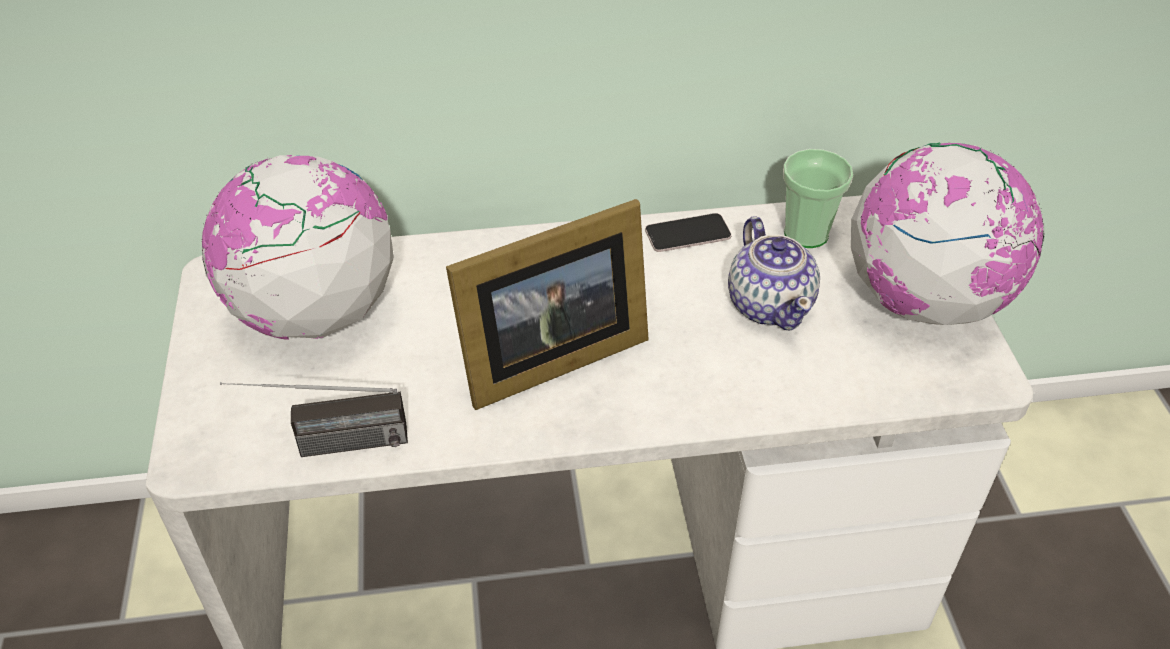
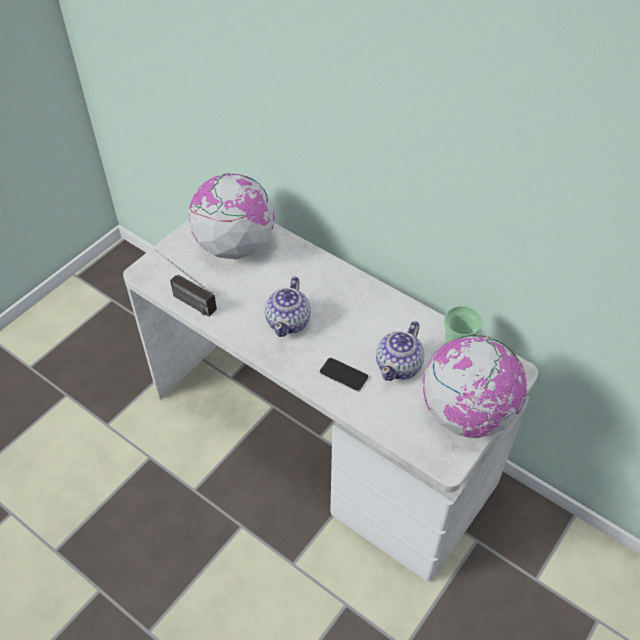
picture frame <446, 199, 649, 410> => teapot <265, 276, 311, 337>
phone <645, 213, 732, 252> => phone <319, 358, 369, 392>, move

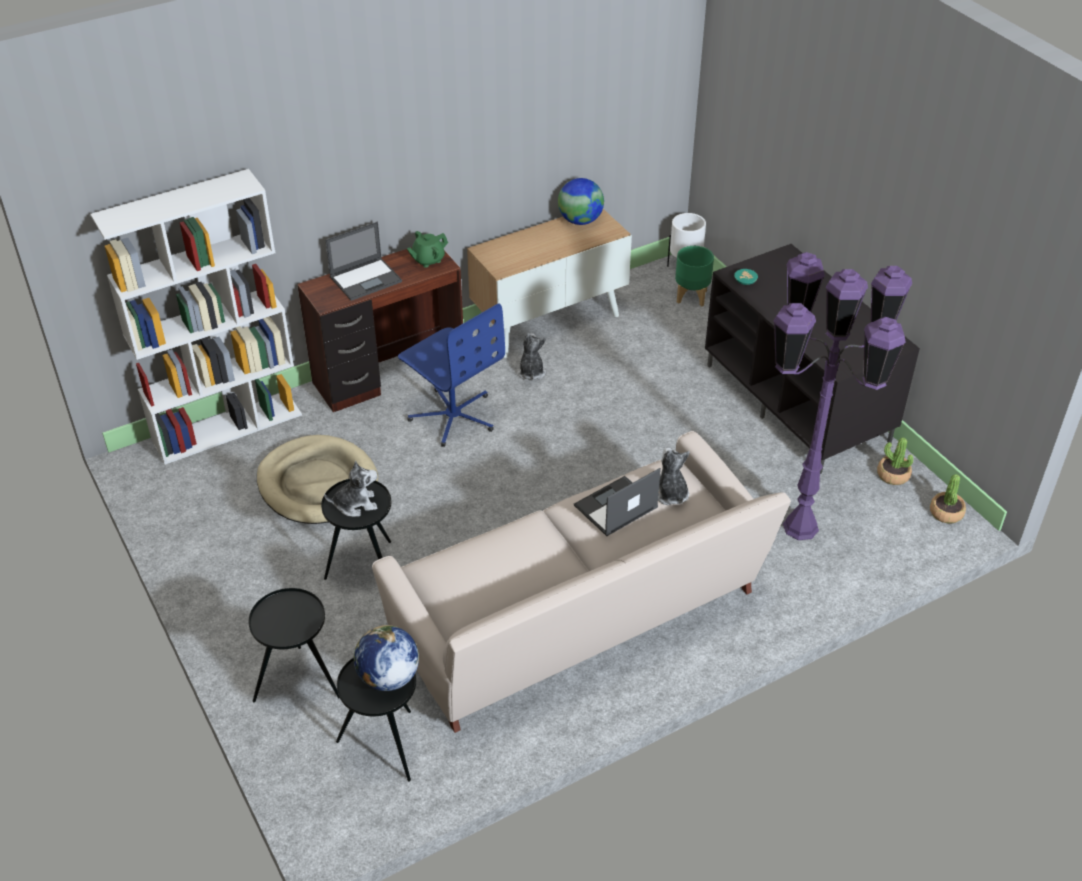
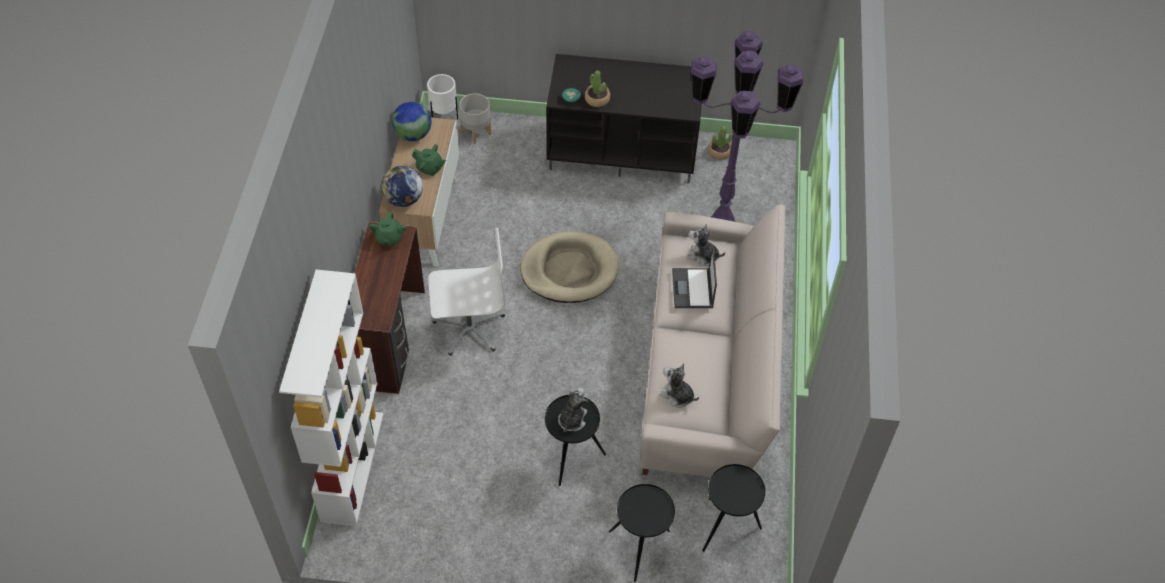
laptop <325, 222, 402, 301> => nothing
green planter <675, 246, 714, 306> => grey planter <459, 93, 491, 144>
blue office chair <398, 303, 505, 447> => white office chair <428, 228, 505, 356>
plush toy <517, 333, 546, 380> => plush toy <660, 363, 699, 408>, move
beige dog bed <257, 435, 378, 524> => beige dog bed <520, 231, 619, 303>, move
potted plant <930, 474, 966, 523> => potted plant <585, 70, 610, 107>, move
globe <354, 625, 419, 691> => globe <381, 166, 423, 207>, move
nothing => green teapot <412, 144, 446, 176>

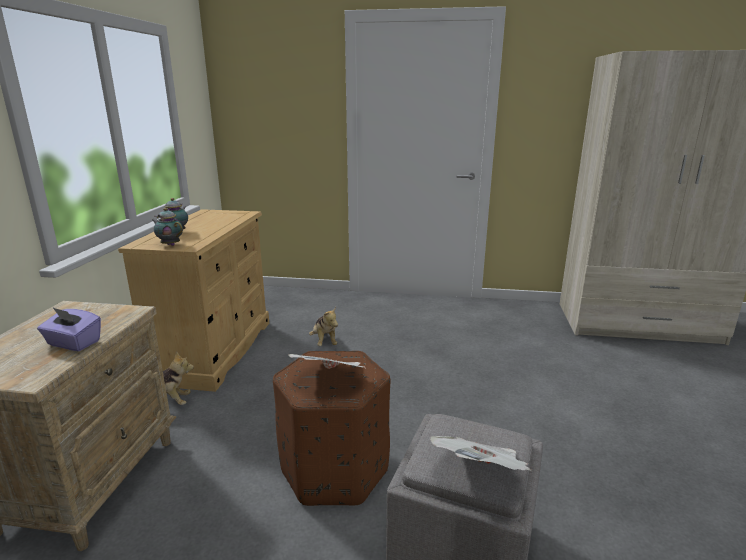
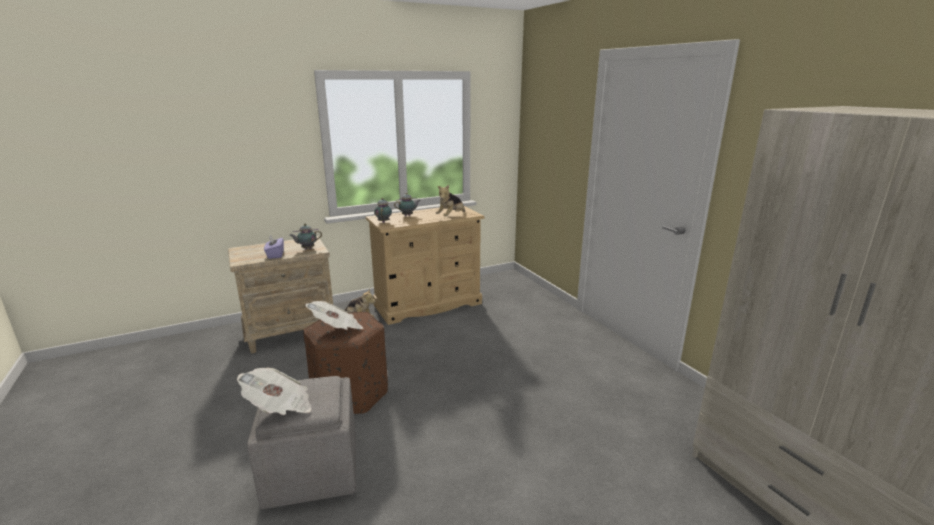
plush toy <309, 307, 338, 346> => plush toy <436, 185, 465, 217>, move
nothing => teapot <289, 224, 322, 249>

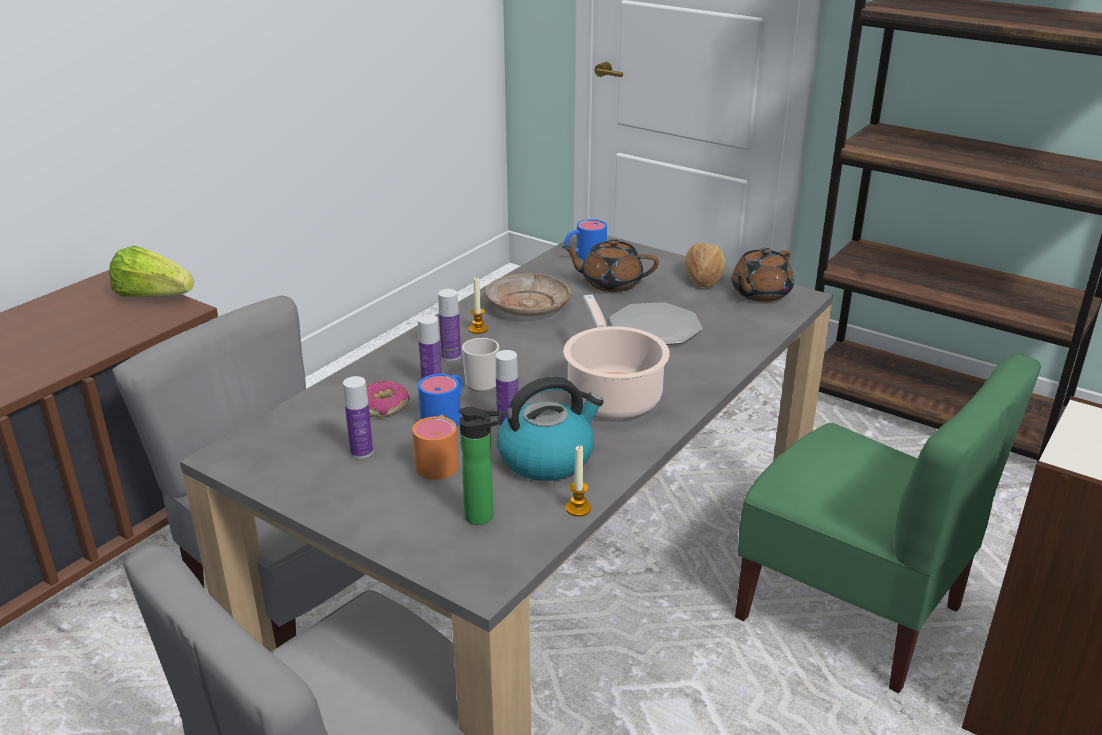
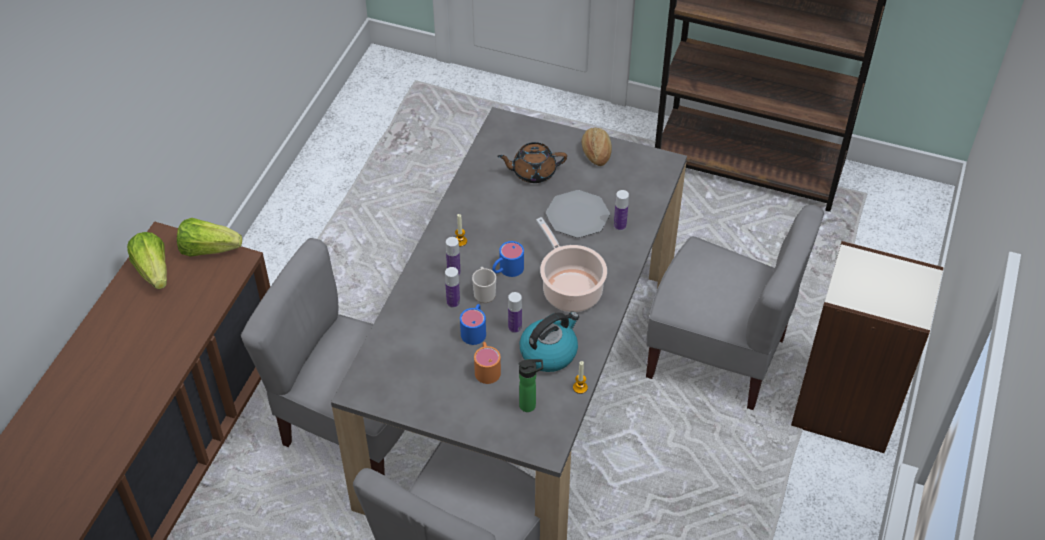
blue mug <564, 219, 607, 261> => blue mug <492, 241, 524, 277>, move
brown teapot <731, 248, 794, 302> => nothing
beige plate <485, 274, 571, 316> => nothing
green chair <735, 354, 1041, 693> => grey chair <646, 205, 824, 410>
bottle <343, 376, 373, 459> => bottle <614, 190, 629, 231>, move
donut <366, 381, 410, 417> => nothing
nothing => lettuce <127, 232, 167, 289>

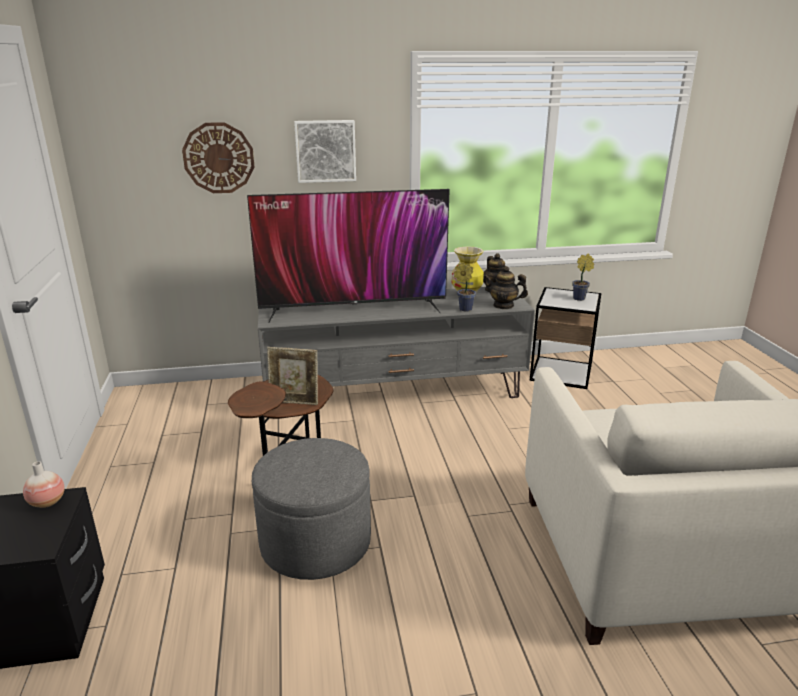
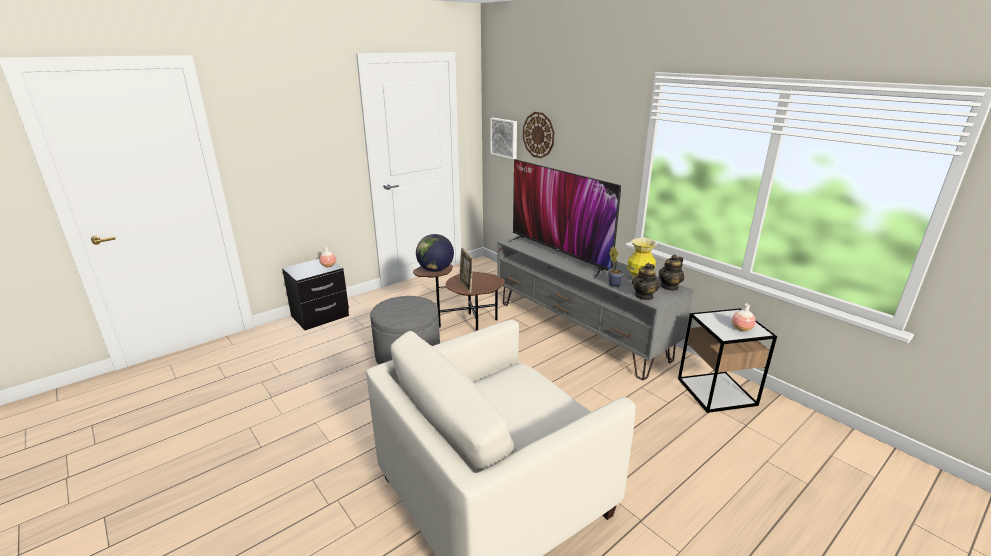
picture <294, 120, 356, 183> => picture <490, 118, 517, 159>, move
potted plant <572, 253, 594, 301> => vase <732, 303, 756, 331>
teapot <483, 266, 528, 309> => teapot <632, 263, 659, 300>, 135 degrees counterclockwise
nothing => globe <416, 234, 454, 272>

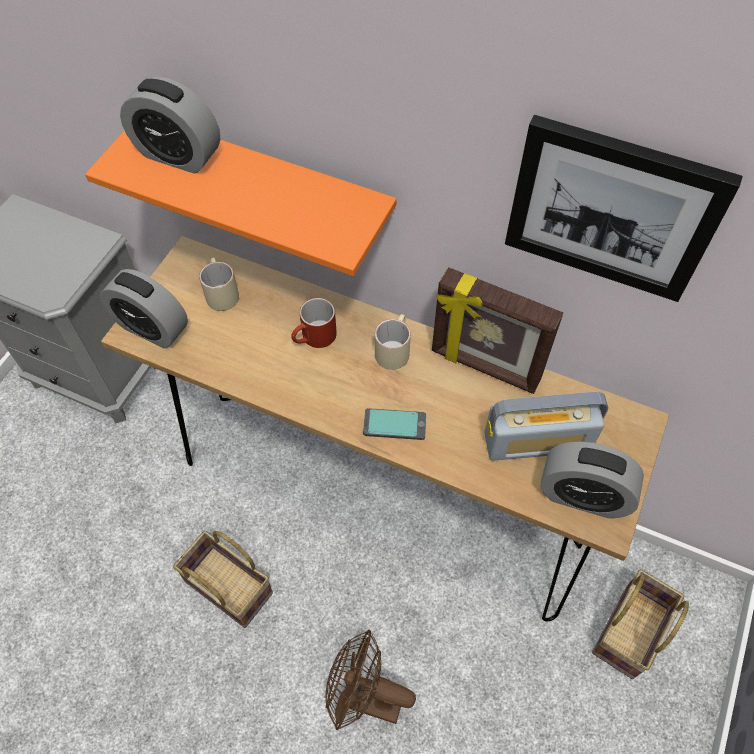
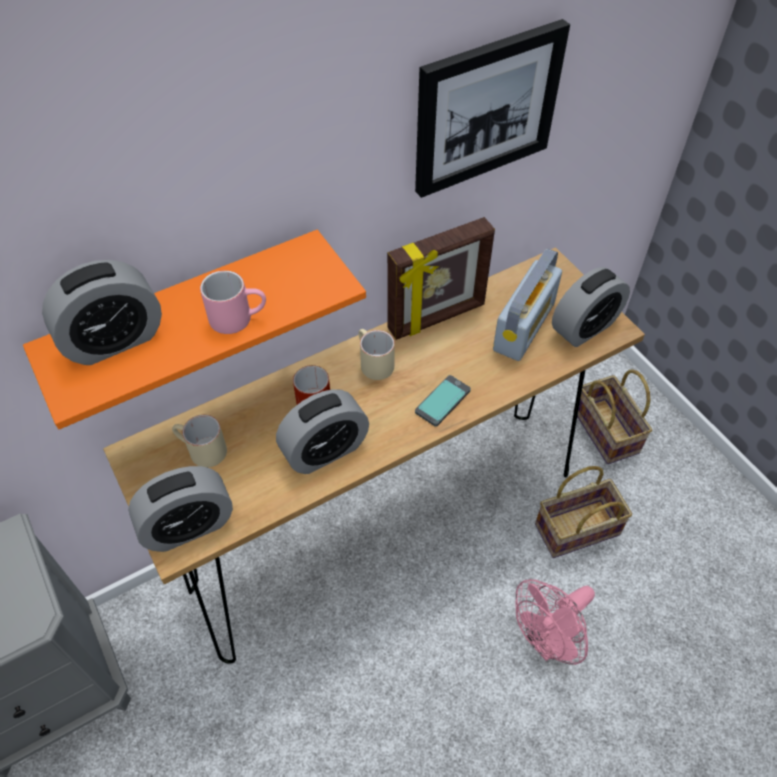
basket <173, 531, 273, 628> => basket <535, 466, 632, 558>, move
brown fan <325, 630, 416, 730> => pink fan <515, 579, 595, 665>
nothing => pink mug <200, 270, 266, 334>
nothing => alarm clock <276, 389, 369, 474>

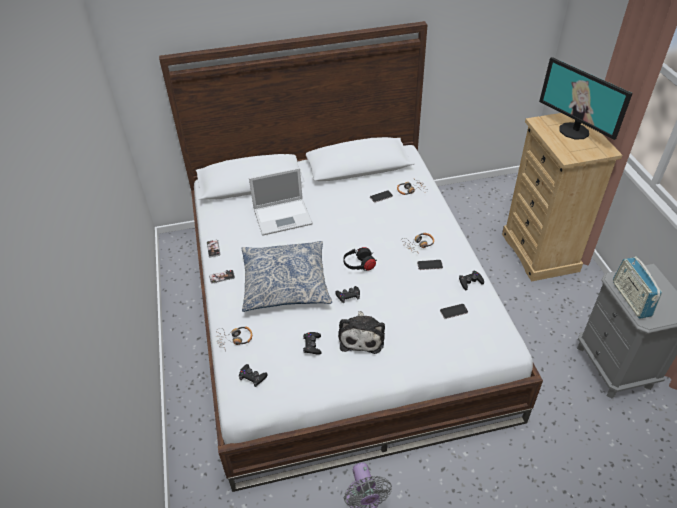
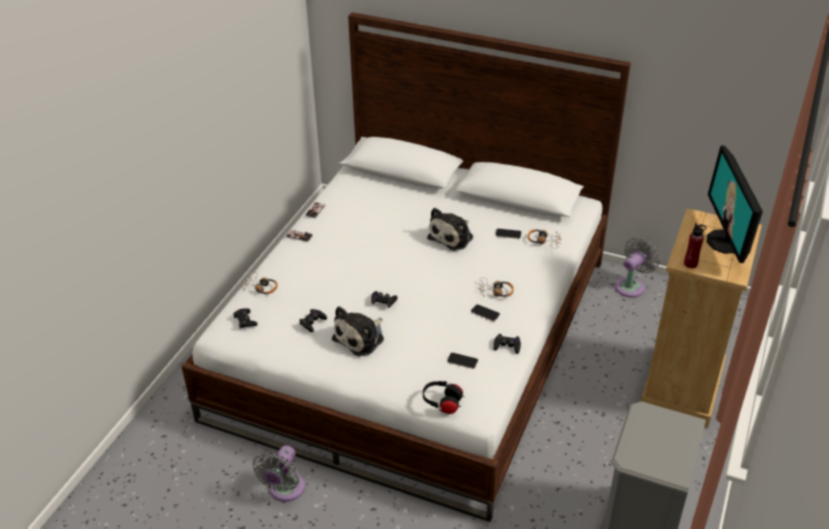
laptop <249, 168, 313, 236> => nothing
pillow <242, 241, 332, 312> => nothing
black headphones <343, 247, 377, 271> => black headphones <423, 381, 465, 414>, move
radio <613, 256, 662, 319> => nothing
nothing => plush toy <427, 208, 473, 251>
nothing => red bottle <684, 223, 707, 268>
nothing => grey fan <615, 237, 660, 297>

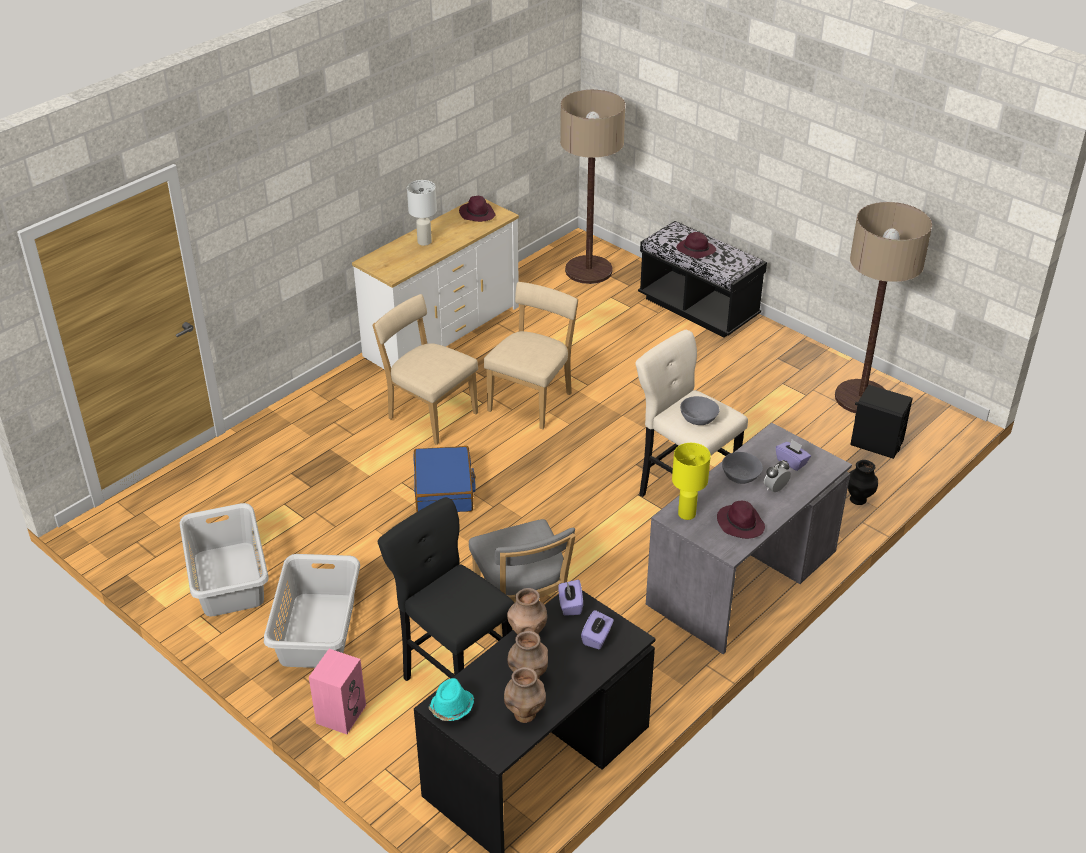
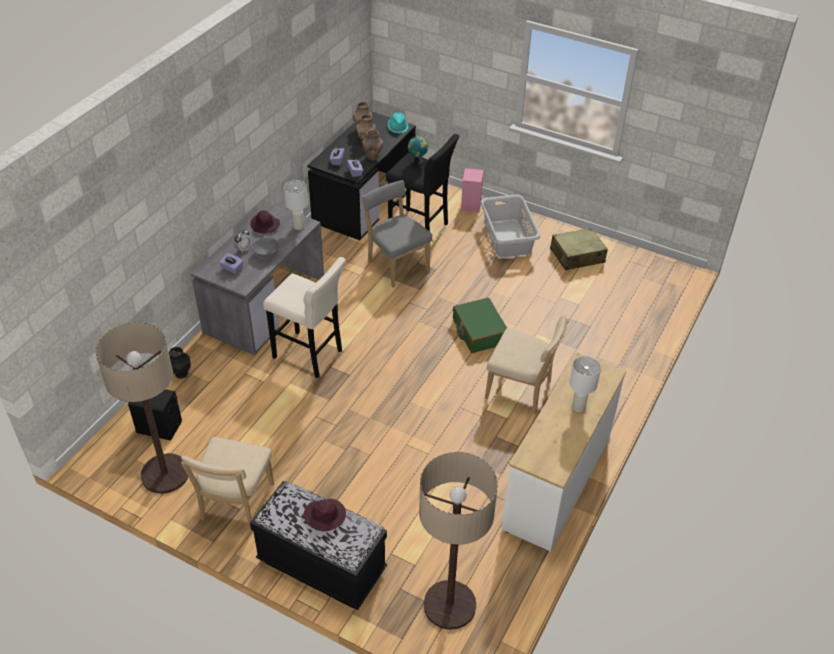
purple hat <459, 196, 495, 222> => nothing
beige chair <484, 282, 578, 429> => beige chair <181, 437, 274, 531>, move
grey bowl <680, 396, 720, 425> => nothing
yellow table lamp <672, 443, 711, 520> => white table lamp <284, 180, 308, 230>
blue suitcase <413, 446, 476, 512> => green suitcase <453, 298, 507, 353>
grey laundry basket <180, 503, 269, 617> => beige suitcase <550, 228, 608, 270>
nothing => globe <408, 136, 428, 166>

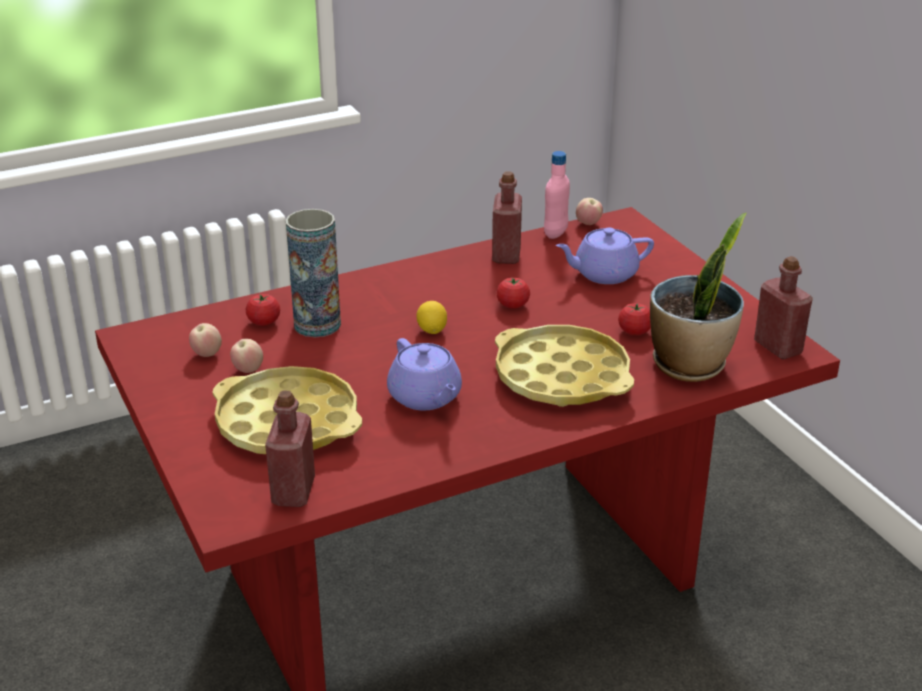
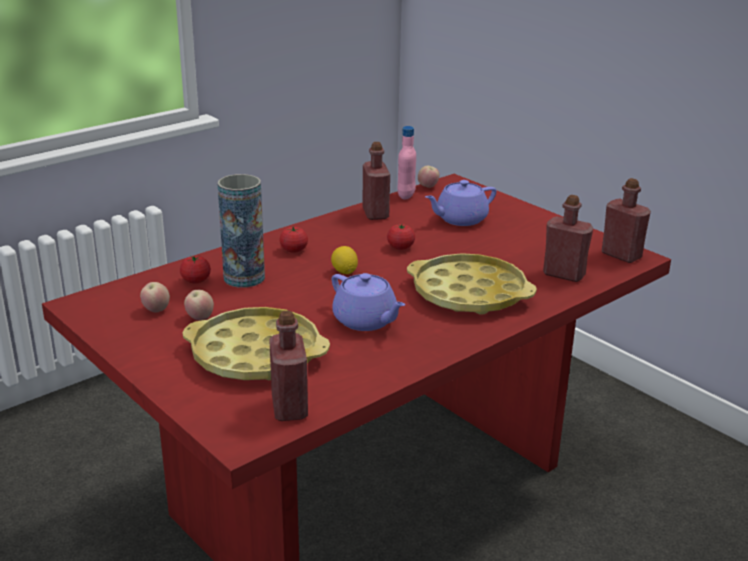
potted plant <650, 212, 747, 382> => red bottle <543, 195, 593, 282>
tomato <618, 303, 651, 335> => tomato <279, 227, 308, 253>, move

